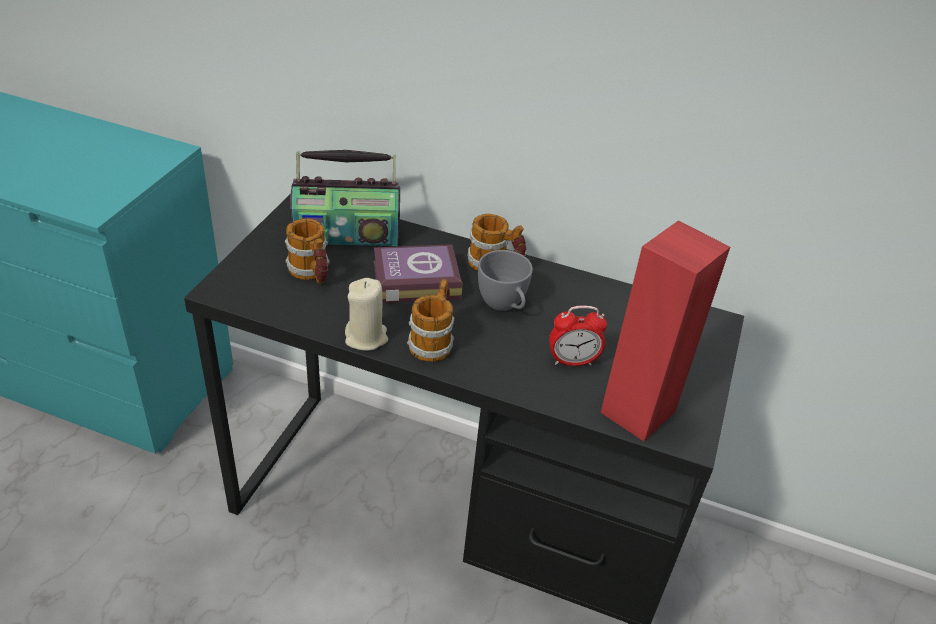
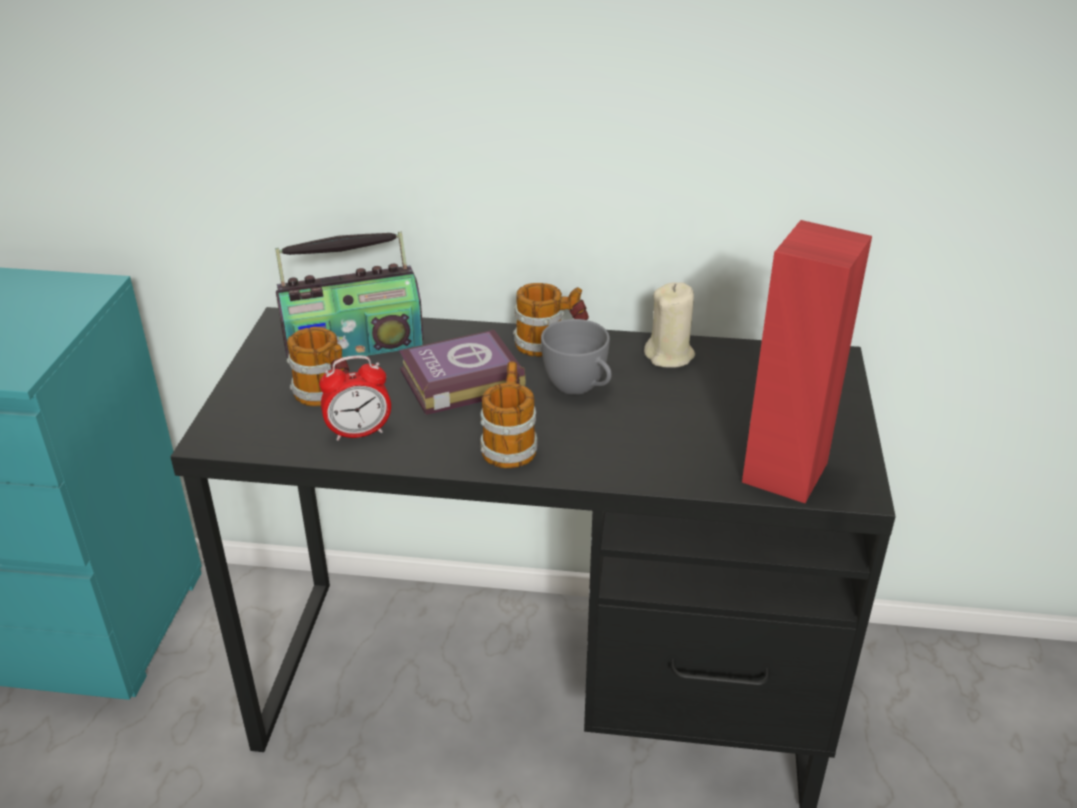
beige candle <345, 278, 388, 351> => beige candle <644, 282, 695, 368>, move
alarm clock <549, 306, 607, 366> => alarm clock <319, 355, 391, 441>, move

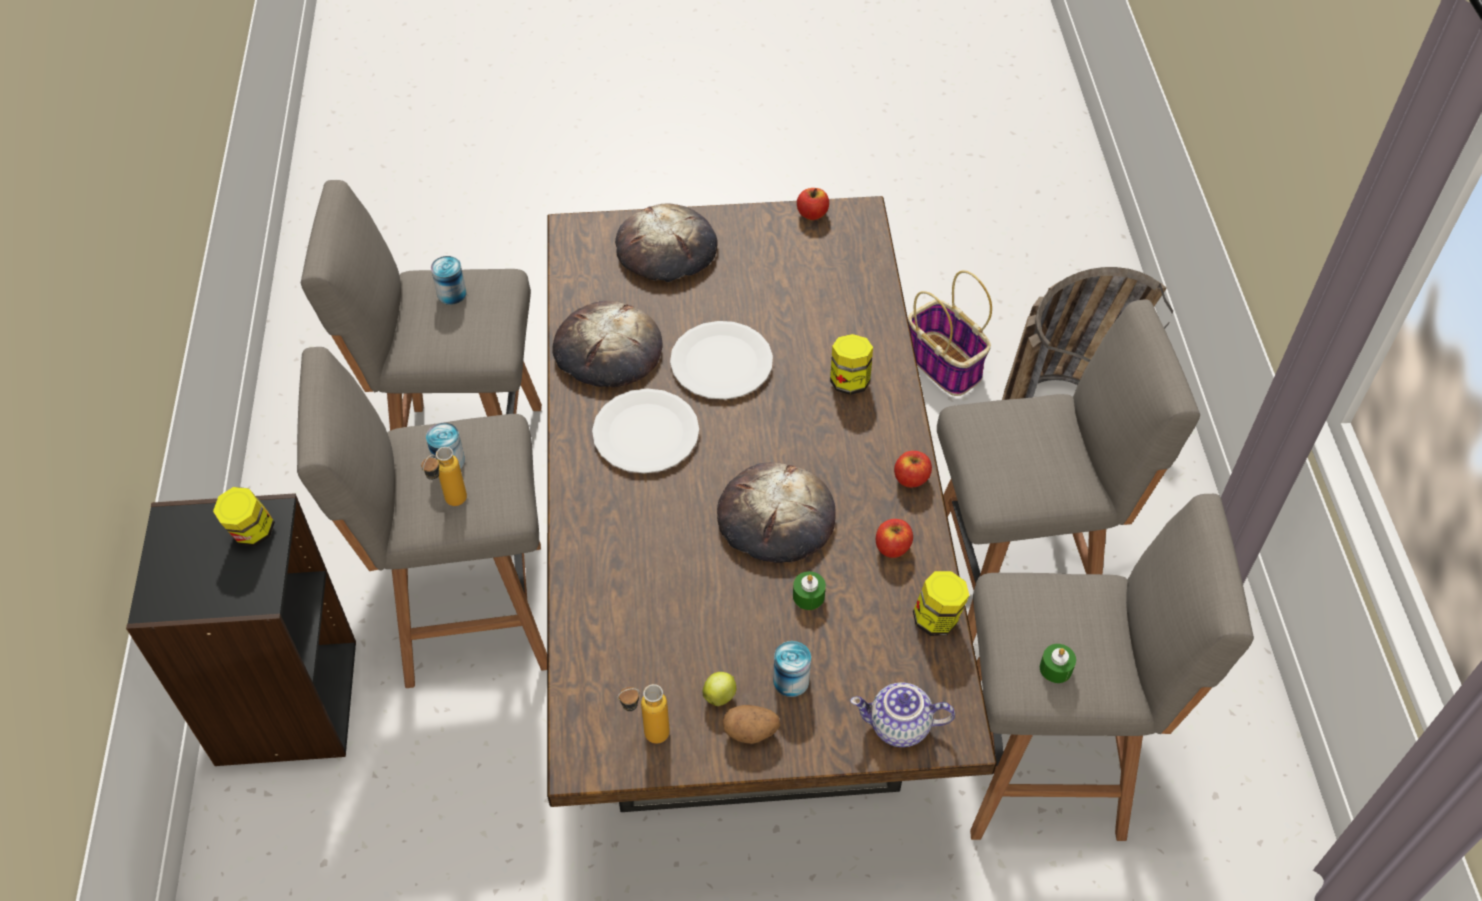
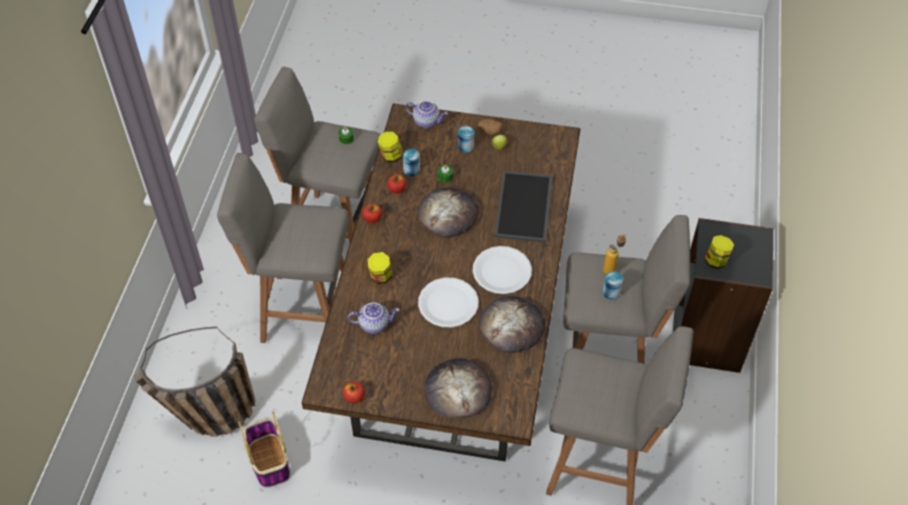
can <431, 256, 467, 305> => can <403, 149, 420, 176>, move
bottle <618, 684, 670, 744> => nothing
nothing => tray <495, 171, 552, 242>
nothing => teapot <347, 302, 399, 334>

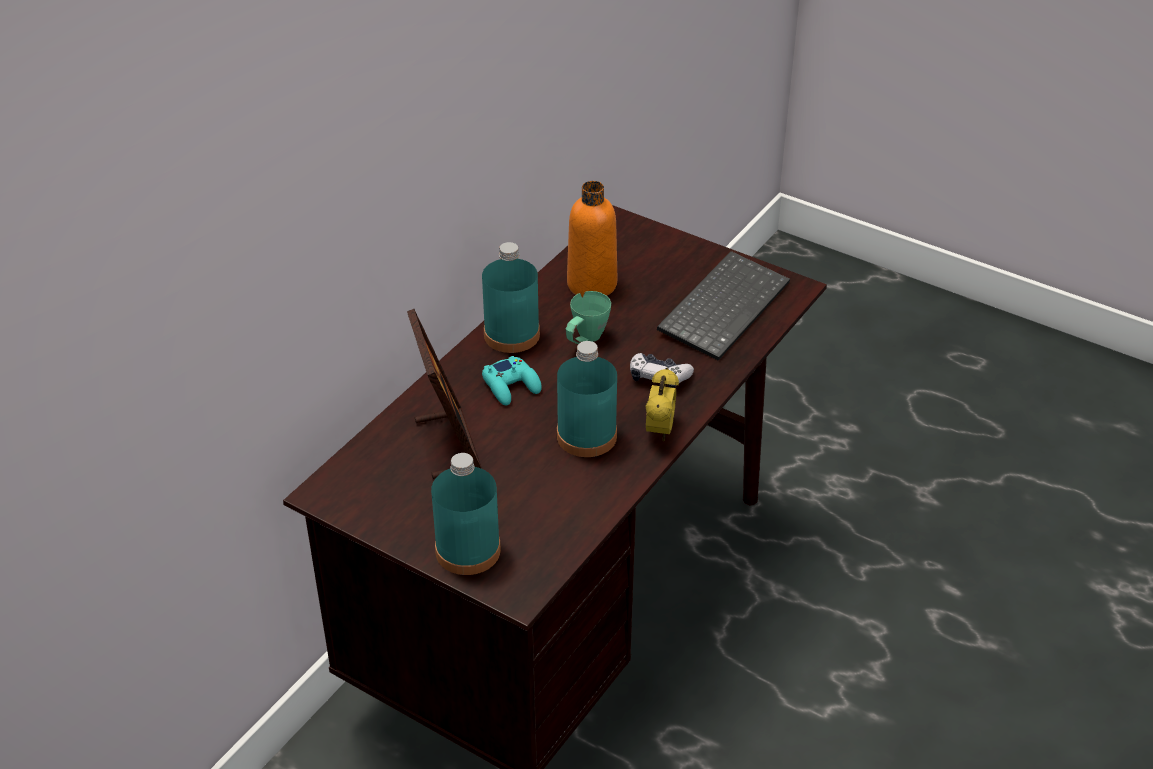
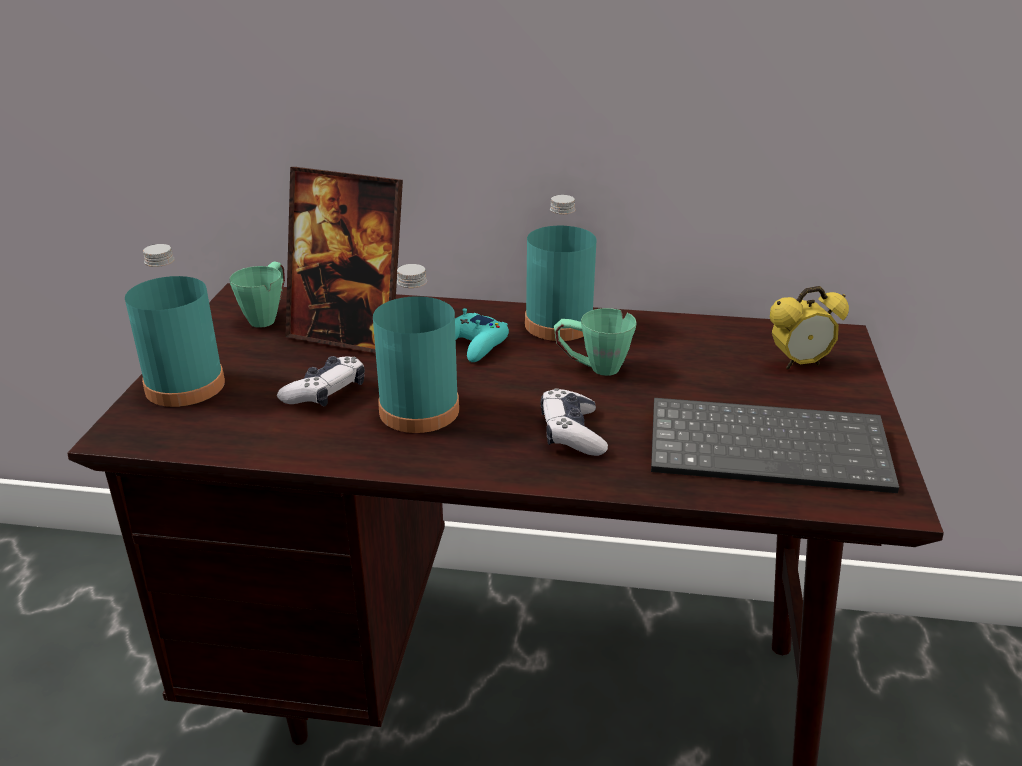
orange bottle <567, 181, 617, 297> => nothing
picture frame <407, 309, 482, 479> => picture frame <285, 167, 403, 353>, 60 degrees clockwise
alarm clock <646, 368, 679, 442> => alarm clock <770, 286, 849, 369>, move
nothing => green mug <230, 262, 285, 328>
nothing => game controller <277, 356, 365, 406>

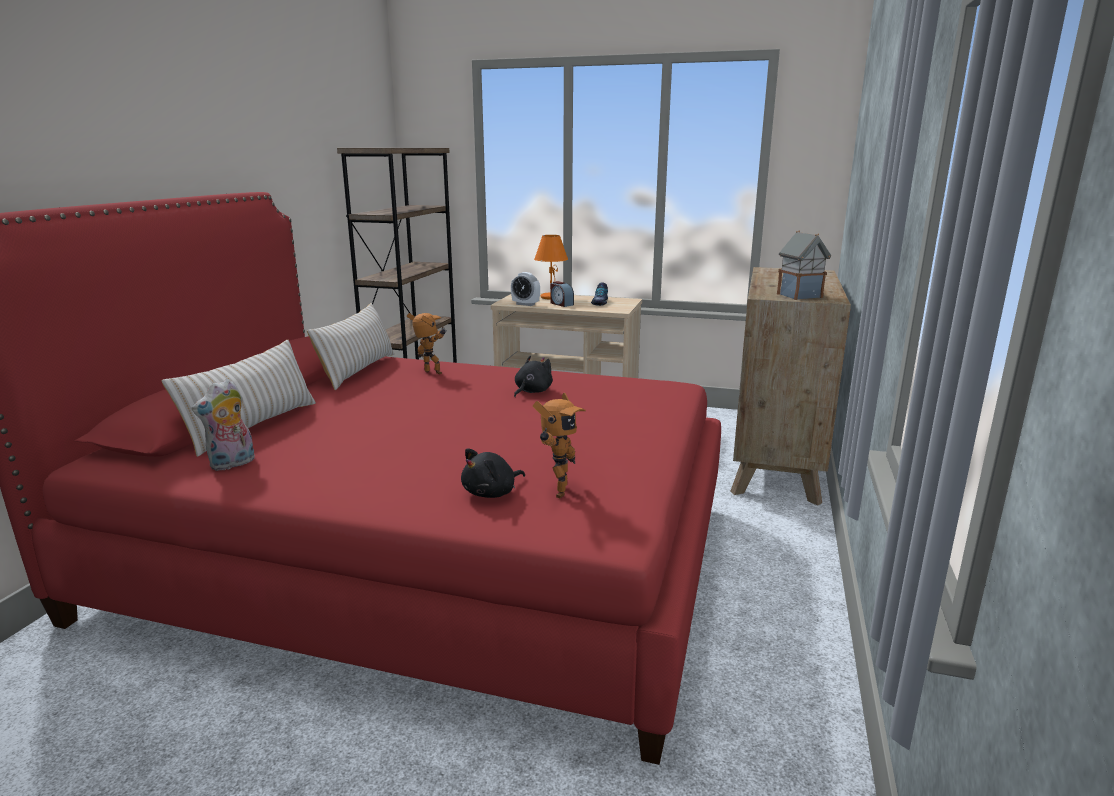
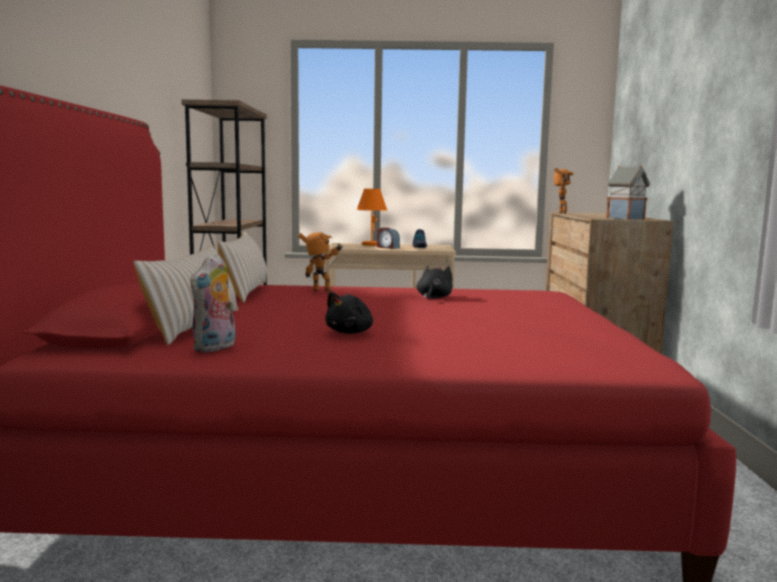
alarm clock <511, 272, 540, 306> => nothing
toy robot <533, 393, 586, 498> => toy robot <554, 168, 573, 214>, move
black plush toy <461, 448, 525, 498> => black plush toy <325, 292, 373, 334>, move

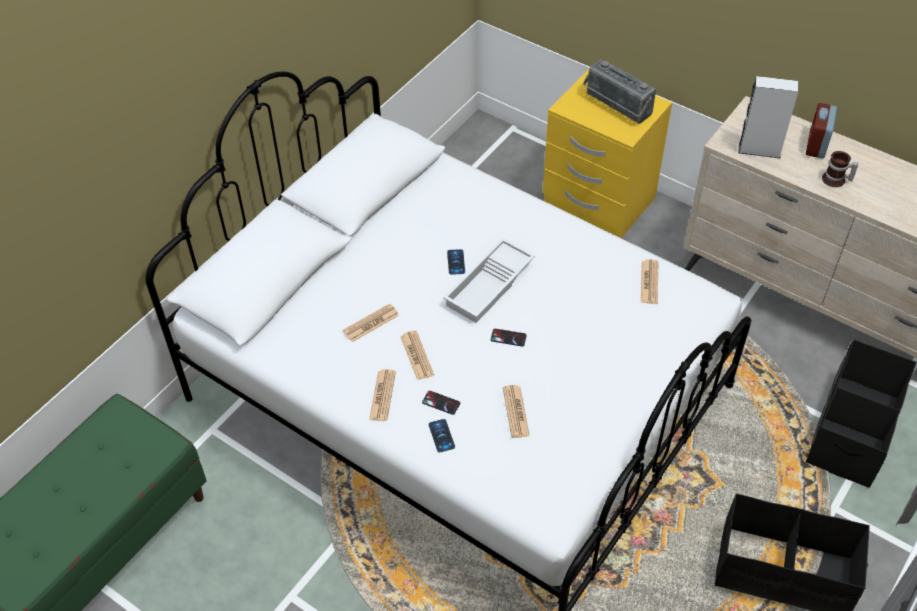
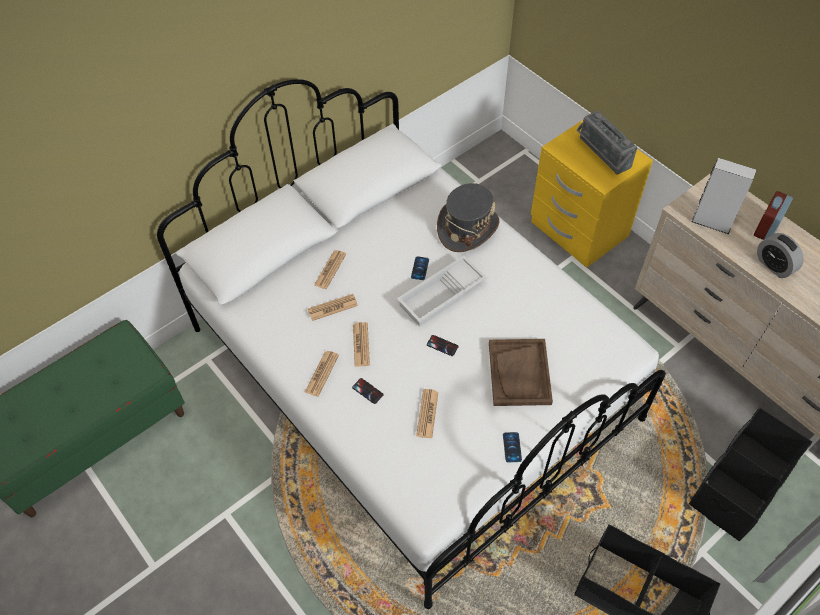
mug <822, 151, 858, 187> => alarm clock <757, 233, 804, 278>
newspaper <641, 259, 659, 304> => newspaper <314, 250, 346, 289>, move
phone <428, 419, 455, 453> => phone <503, 432, 522, 462>, move
nothing => grey hat <437, 183, 500, 252>
nothing => brown tray <489, 339, 553, 406>

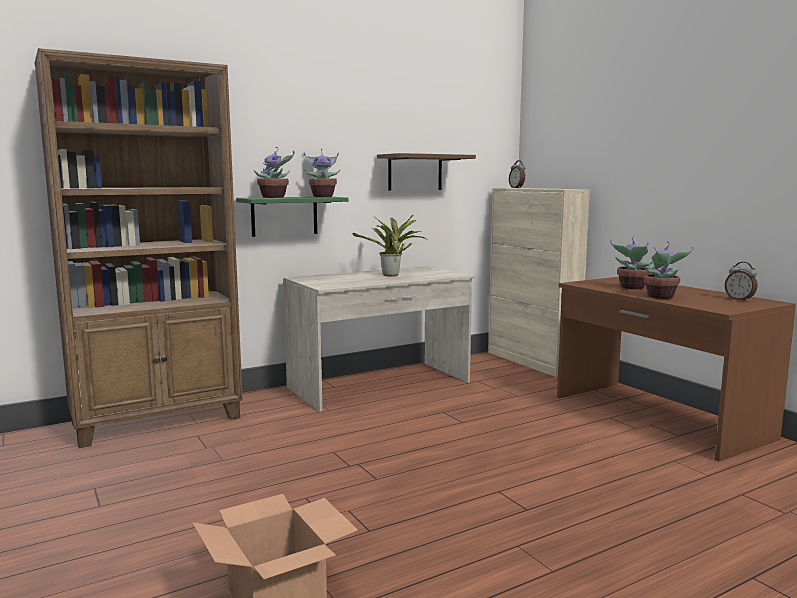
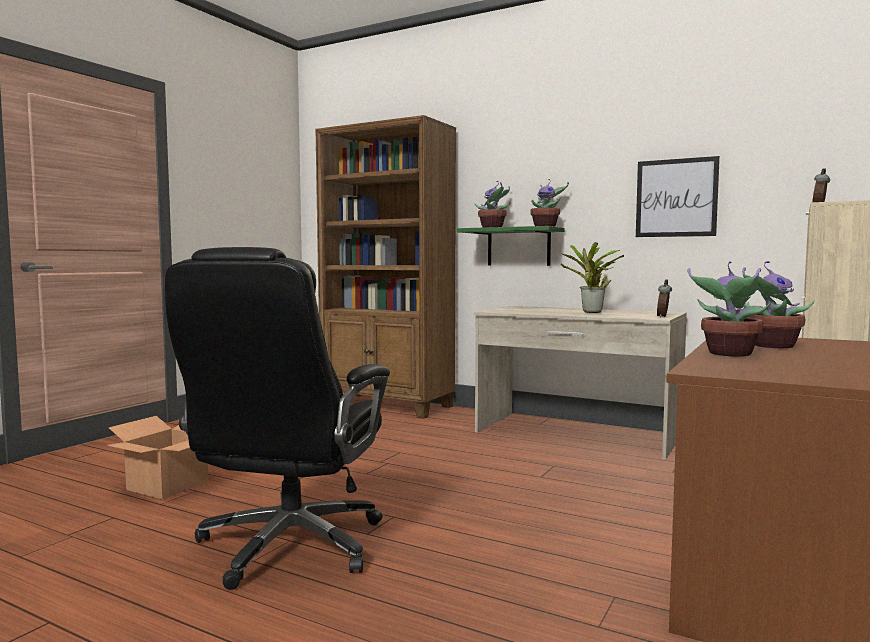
brown shelf <377, 153, 476, 190> => picture <636, 156, 720, 237>
alarm clock <725, 262, 757, 301> => alarm clock <657, 279, 672, 318>, move
nothing => black office chair <165, 247, 390, 590>

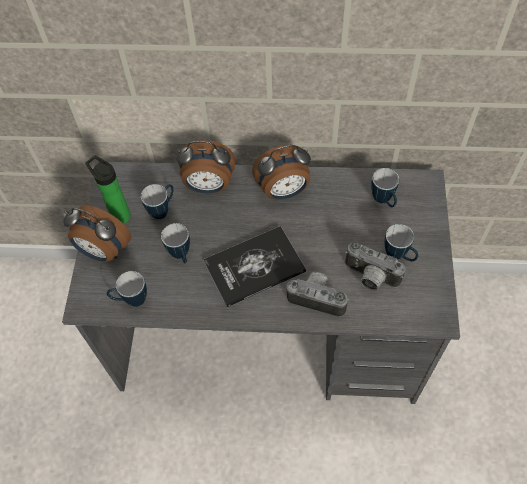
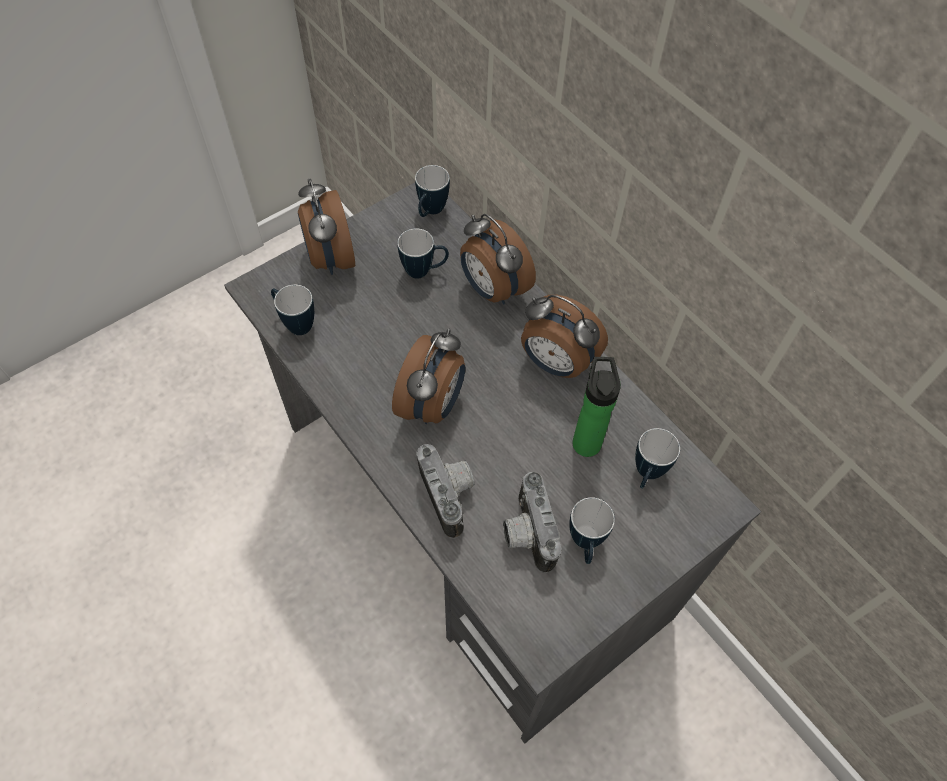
bottle <85, 155, 131, 224> => bottle <572, 357, 621, 457>, move
mug <161, 223, 190, 264> => mug <415, 165, 450, 217>, move
book <203, 226, 306, 307> => alarm clock <392, 329, 465, 424>

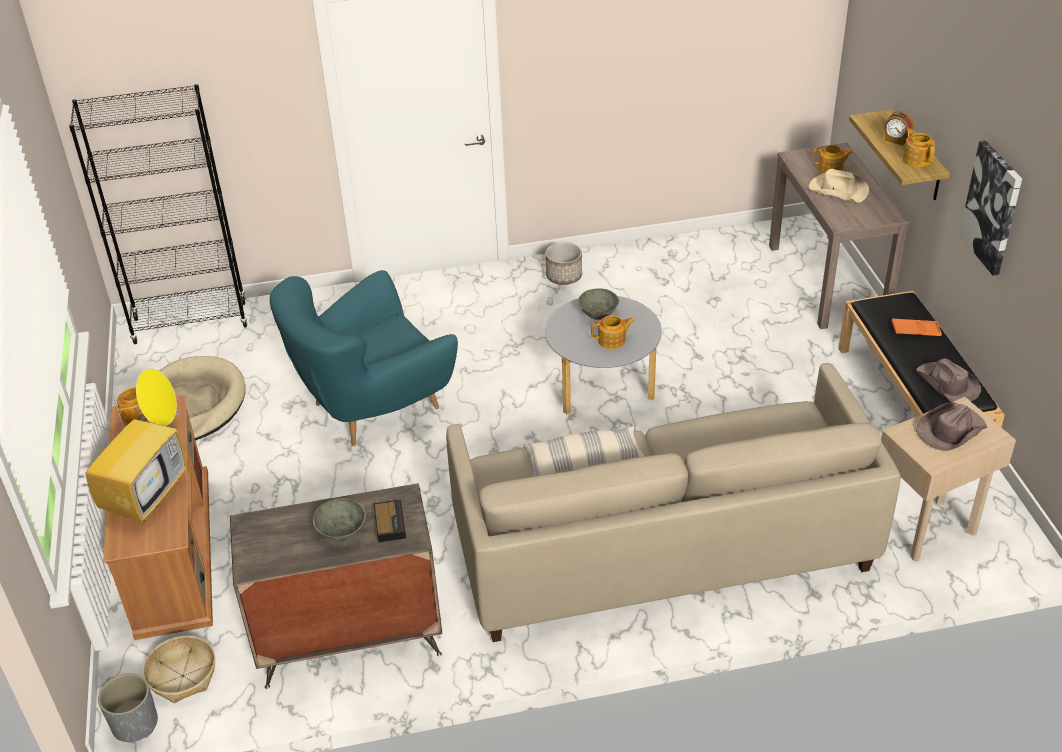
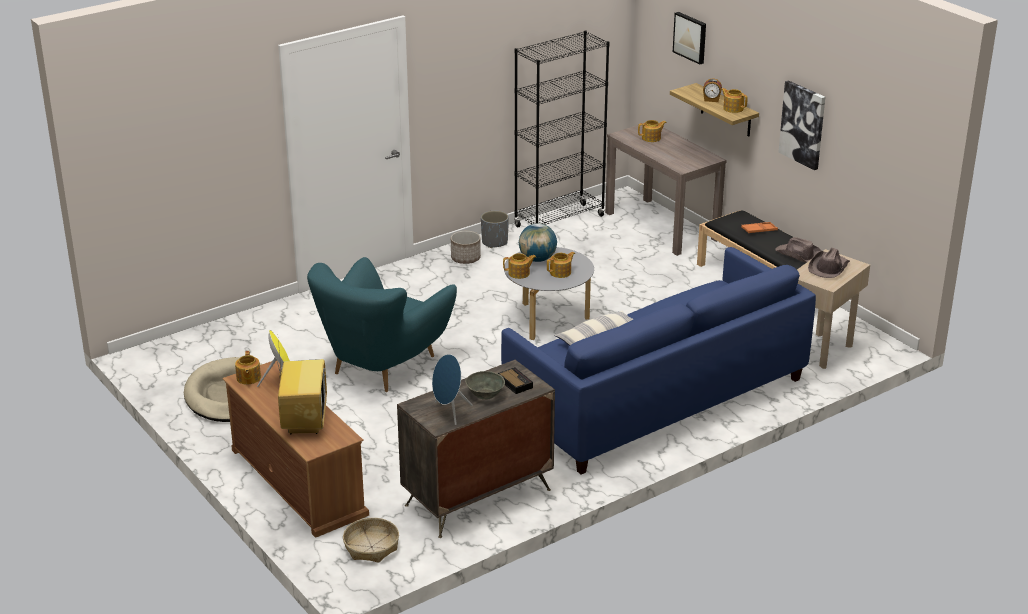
black bookcase <69, 84, 248, 344> => black bookcase <514, 30, 610, 227>, move
beige hat <809, 169, 869, 203> => nothing
grey bowl <578, 288, 619, 320> => globe <519, 223, 557, 262>
beige sofa <446, 363, 901, 642> => blue sofa <501, 247, 816, 474>
grey planter <98, 673, 158, 742> => grey planter <481, 211, 509, 248>, move
nothing => picture <673, 12, 706, 65>
nothing => teapot <503, 253, 536, 279>
nothing => blue speaker <432, 354, 472, 425>

